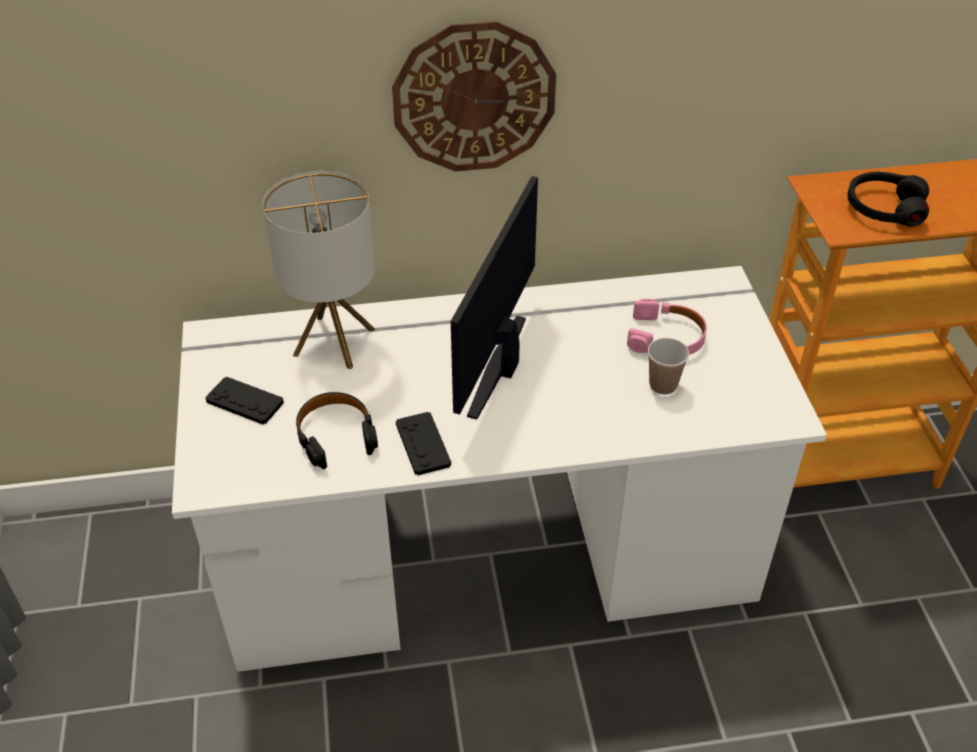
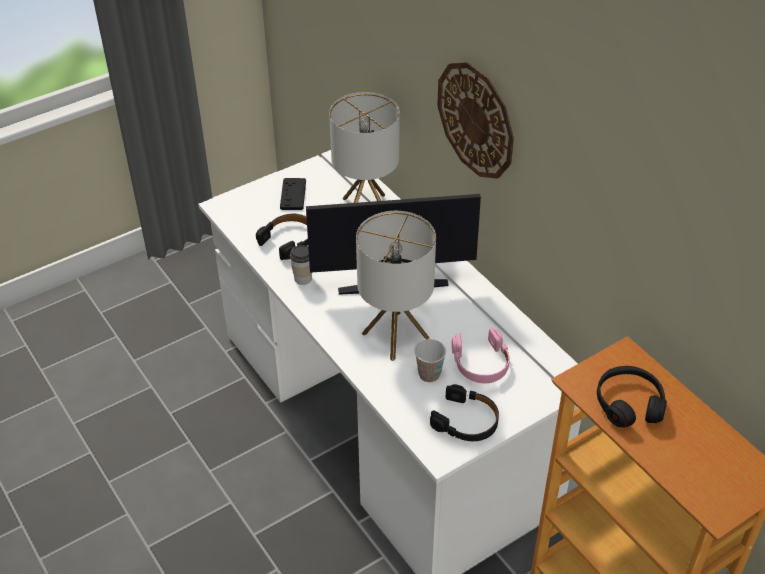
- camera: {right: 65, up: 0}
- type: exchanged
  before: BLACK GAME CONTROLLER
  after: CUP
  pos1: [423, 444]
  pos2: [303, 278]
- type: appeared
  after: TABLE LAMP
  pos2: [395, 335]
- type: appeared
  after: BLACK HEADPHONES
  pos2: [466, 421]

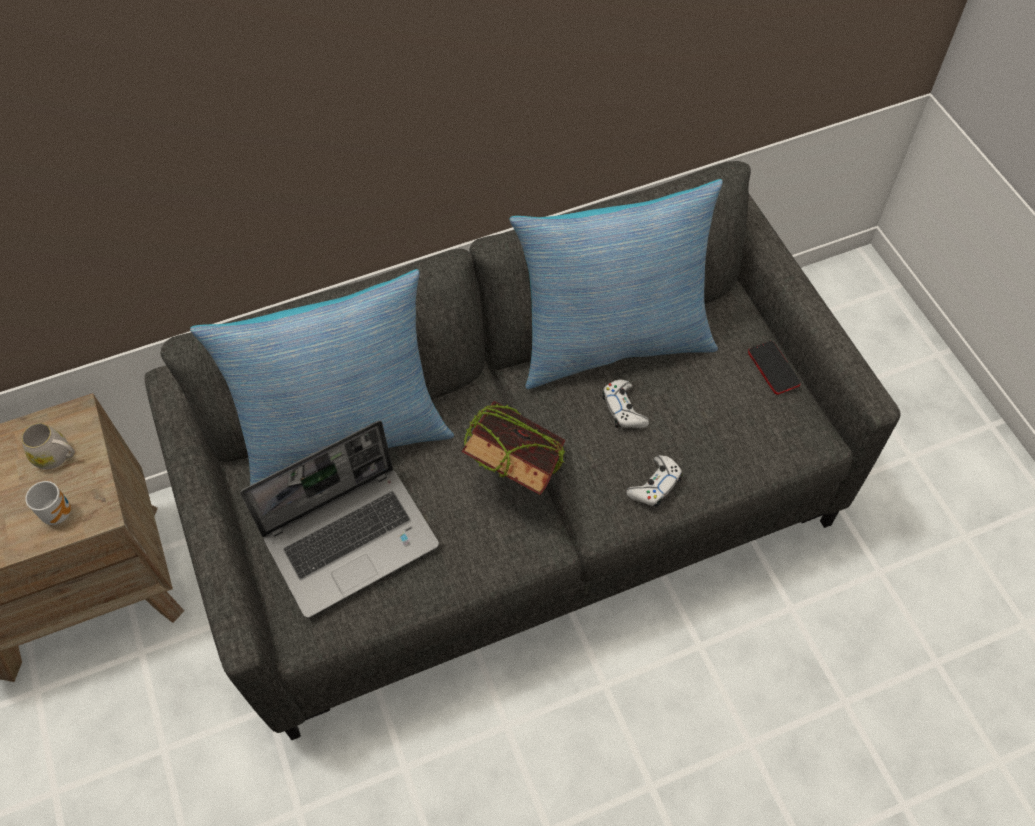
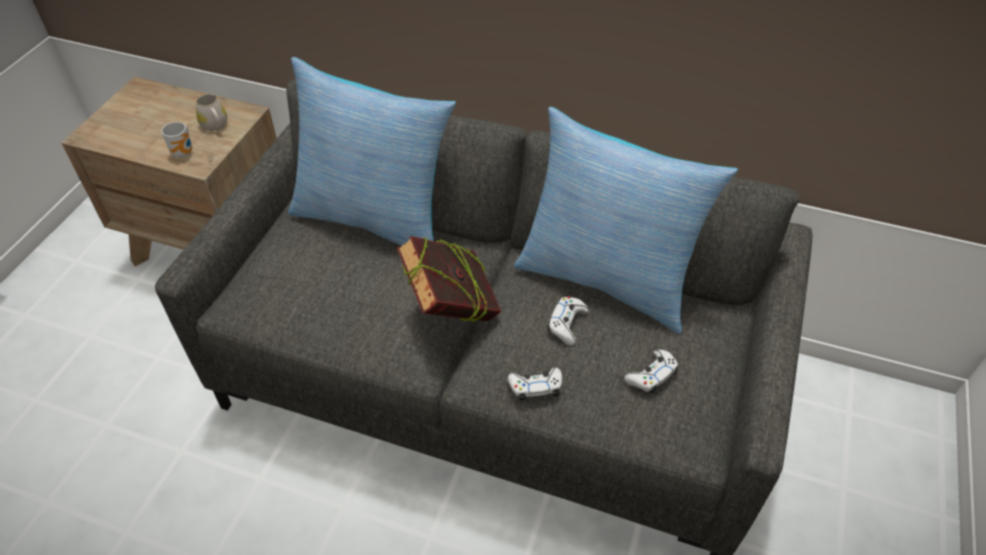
- camera: {right: 40, up: -10}
- type: missing
  before: LAPTOP
  pos1: [352, 539]
- type: missing
  before: PHONE
  pos1: [773, 368]
- type: appeared
  after: WHITE GAME CONTROLLER
  pos2: [651, 375]

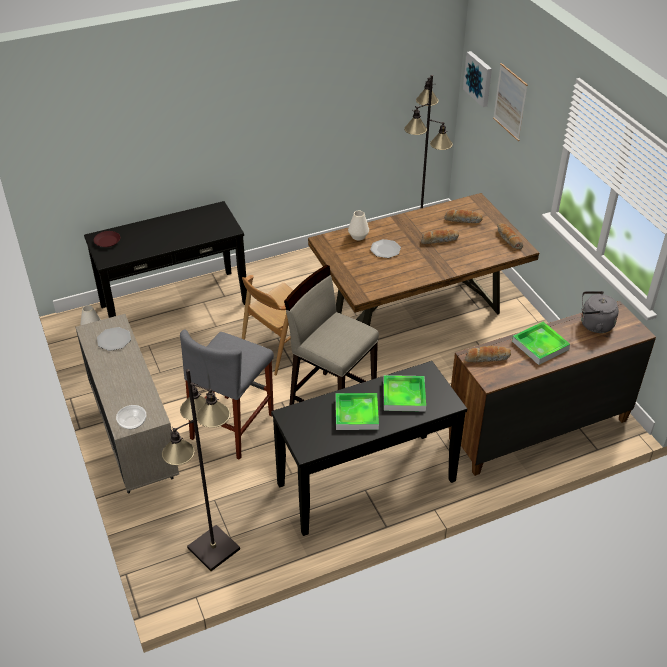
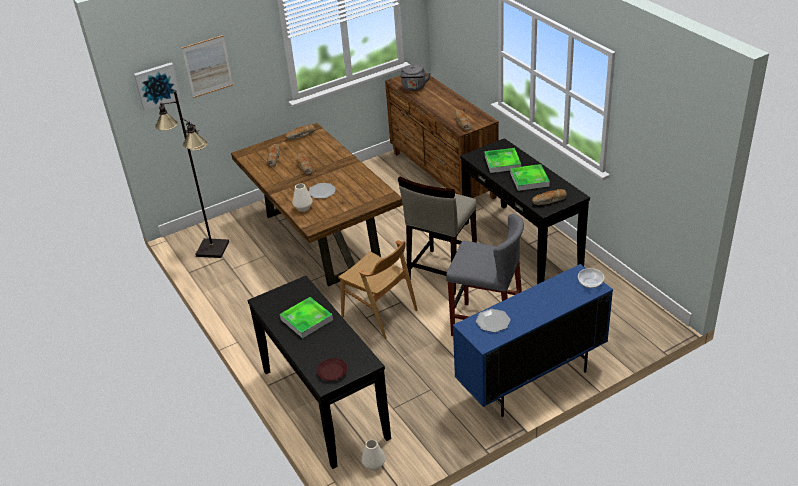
- camera: {right: -95, up: -5}
- type: colour
  before: BEIGE CABINET
  after: BLUE CABINET
  pos1: [136, 446]
  pos2: [531, 381]
- type: missing
  before: BLACK FLOOR LAMP
  pos1: [213, 549]
- type: relocated
  before: TRAY
  pos1: [540, 345]
  pos2: [306, 319]
- type: appeared
  after: BREAD
  pos2: [549, 201]

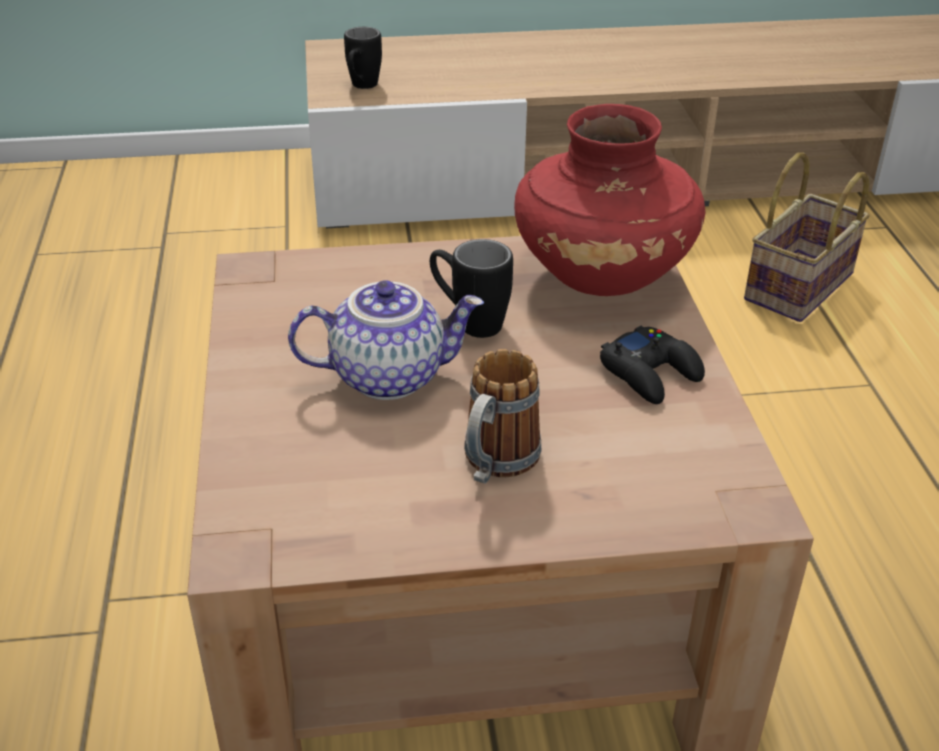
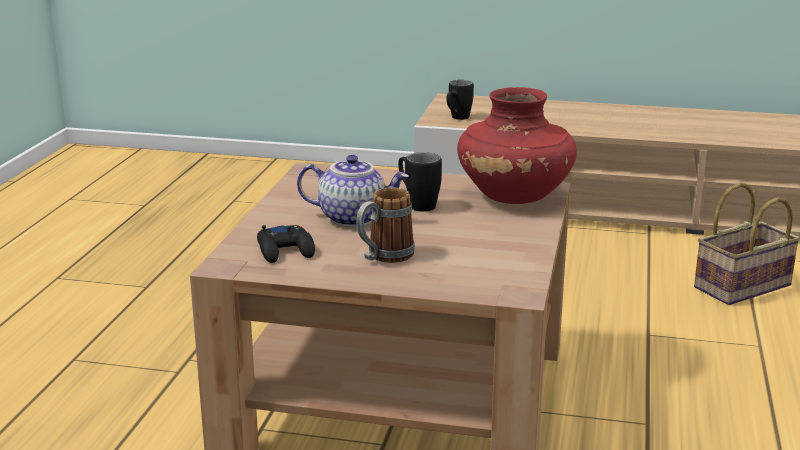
- camera: {right: 20, up: -15}
- type: relocated
  before: BLACK GAME CONTROLLER
  pos1: [651, 373]
  pos2: [286, 251]

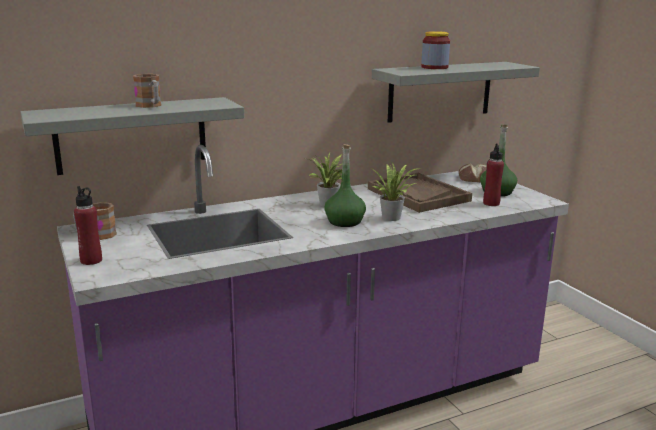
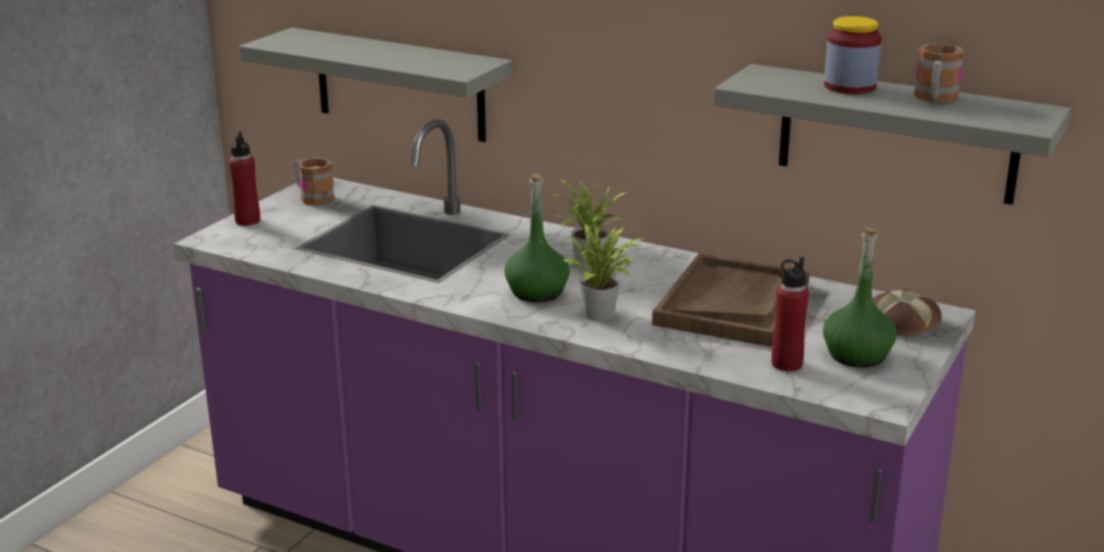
- camera: {right: 55, up: 5}
- type: relocated
  before: MUG
  pos1: [150, 106]
  pos2: [935, 99]

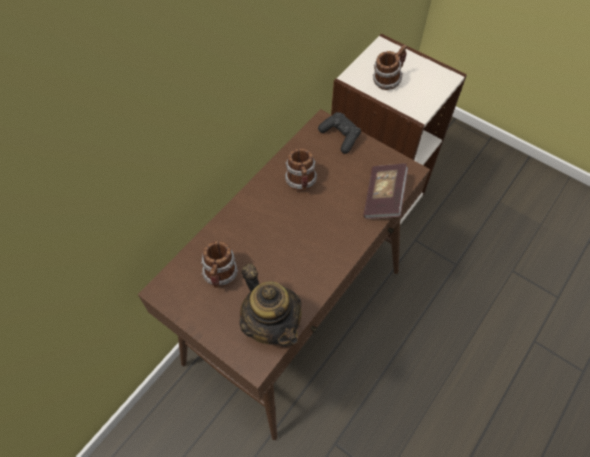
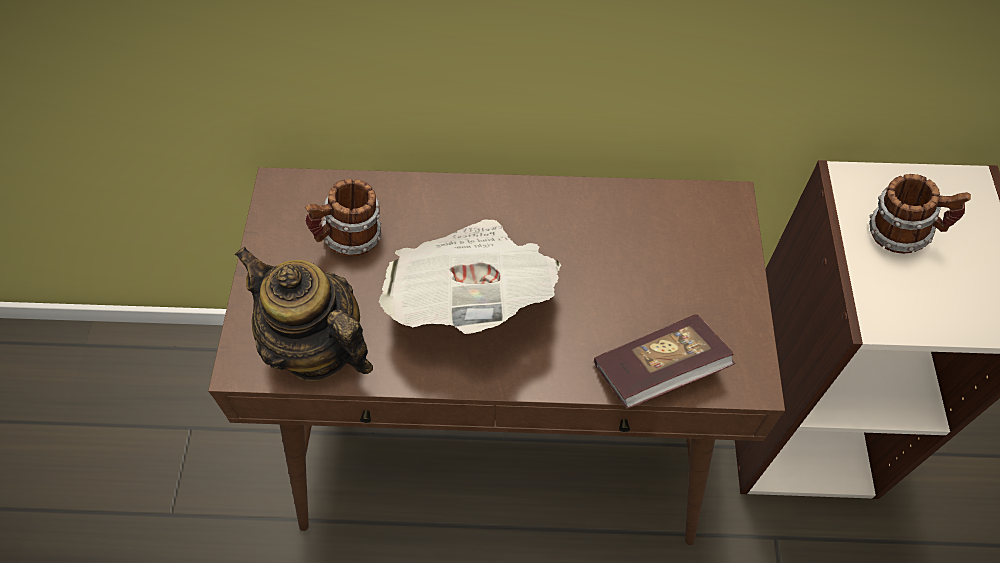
- camera: {right: 55, up: 0}
- type: spun
  before: TEAPOT
  pos1: [272, 324]
  pos2: [317, 348]
  turn: 105
- type: missing
  before: MUG
  pos1: [301, 182]
- type: missing
  before: BLACK GAME CONTROLLER
  pos1: [340, 137]
- type: appeared
  after: NEWSPAPER
  pos2: [471, 296]

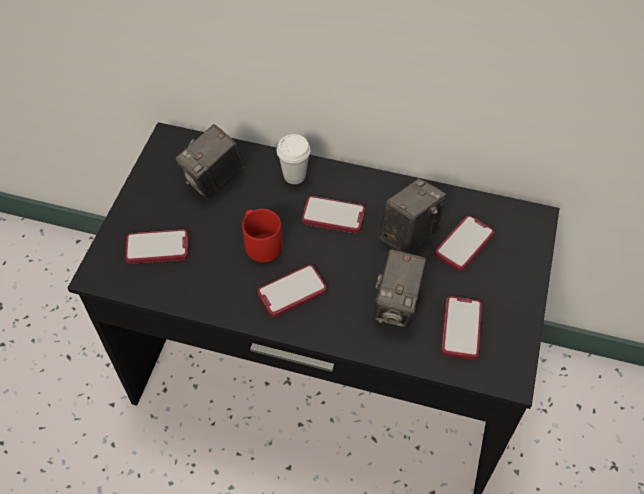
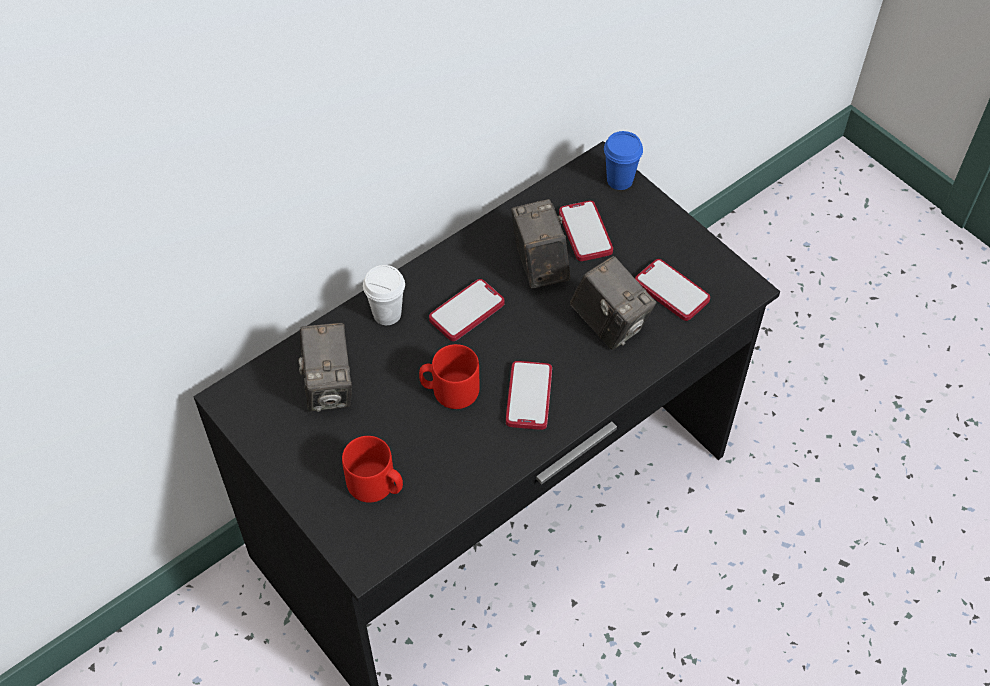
- camera: {right: -55, up: 0}
- type: exchanged
  before: PHONE
  after: RED MUG
  pos1: [157, 248]
  pos2: [376, 485]
- type: appeared
  after: BLUE CUP
  pos2: [619, 180]

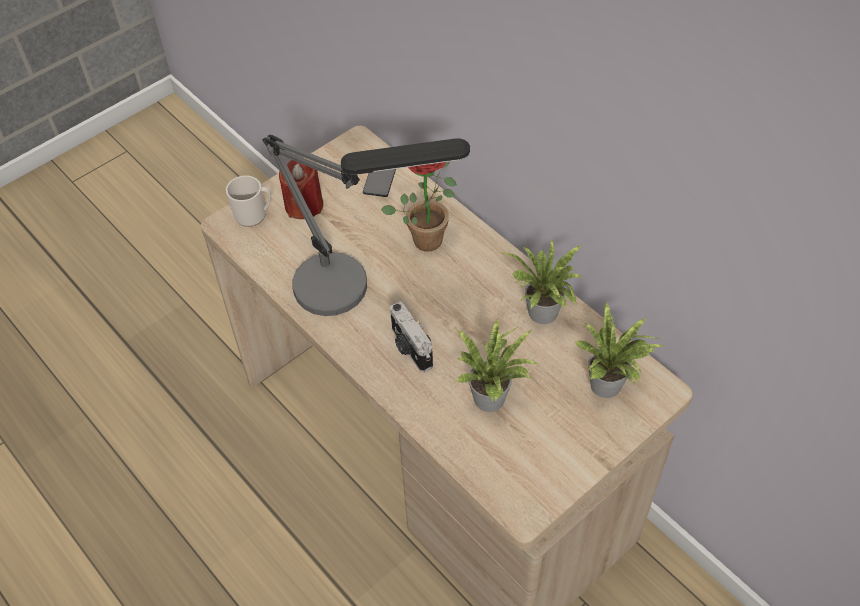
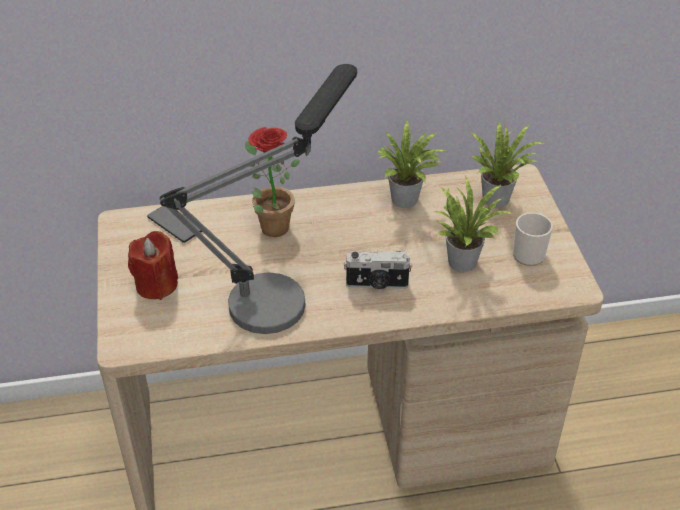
- camera: {right: -60, up: -10}
- type: relocated
  before: MUG
  pos1: [254, 215]
  pos2: [530, 252]

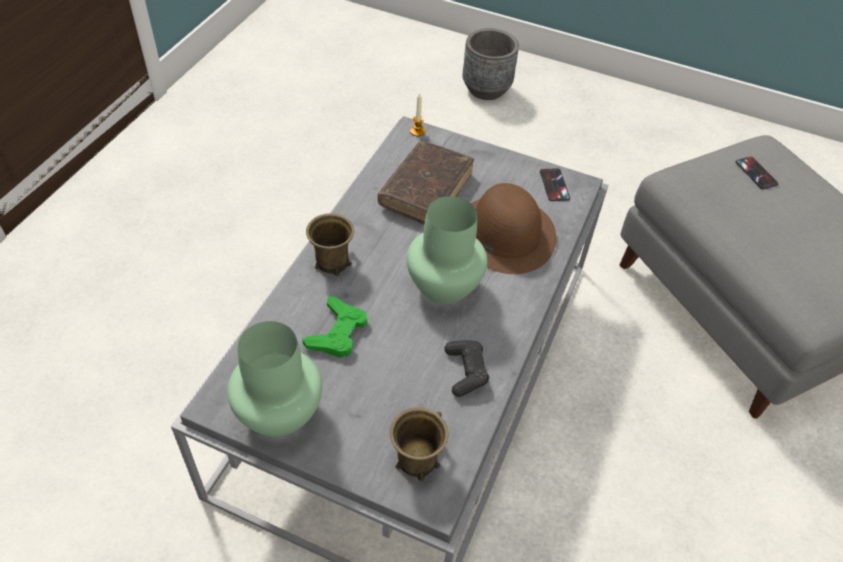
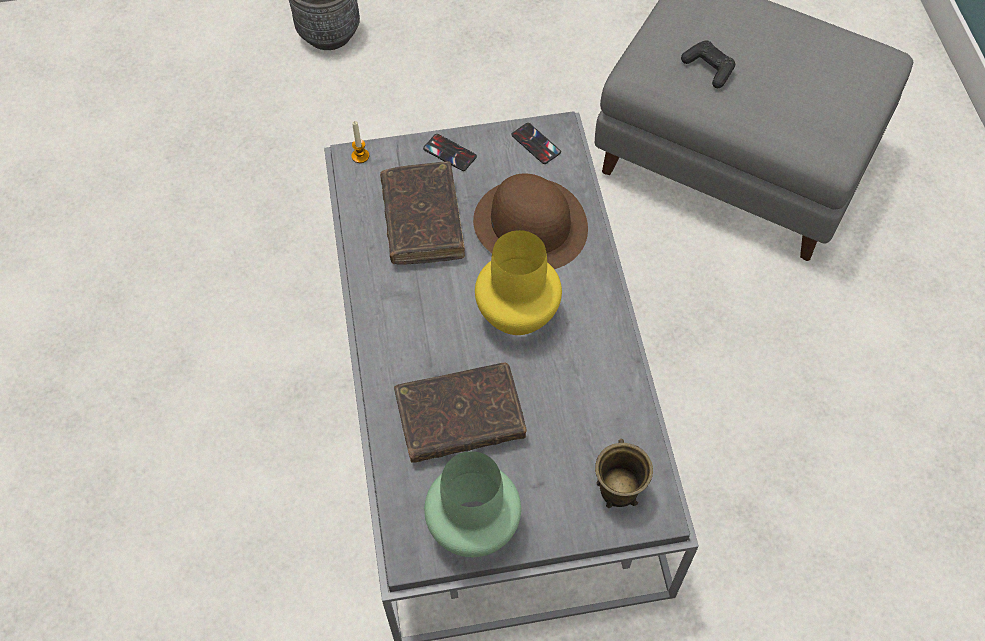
- camera: {right: -30, up: 10}
- type: exchanged
  before: GREEN GAME CONTROLLER
  after: BROWN BOOK
  pos1: [337, 332]
  pos2: [460, 419]
- type: missing
  before: BROWN MUG
  pos1: [331, 262]
- type: colour
  before: GREEN VASE
  after: YELLOW VASE
  pos1: [444, 286]
  pos2: [517, 313]
- type: relocated
  before: BLACK GAME CONTROLLER
  pos1: [466, 371]
  pos2: [708, 68]
- type: relocated
  before: PHONE
  pos1: [756, 173]
  pos2: [450, 152]

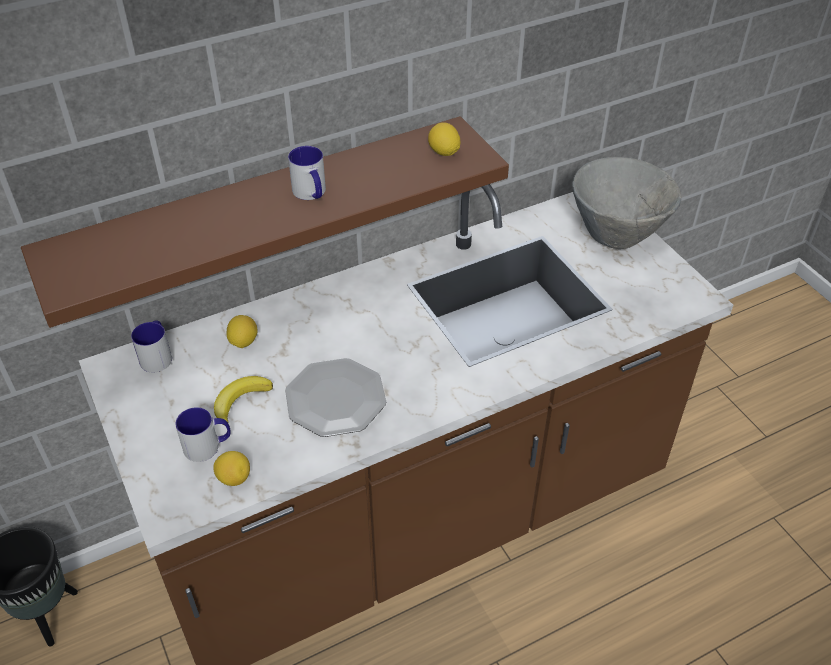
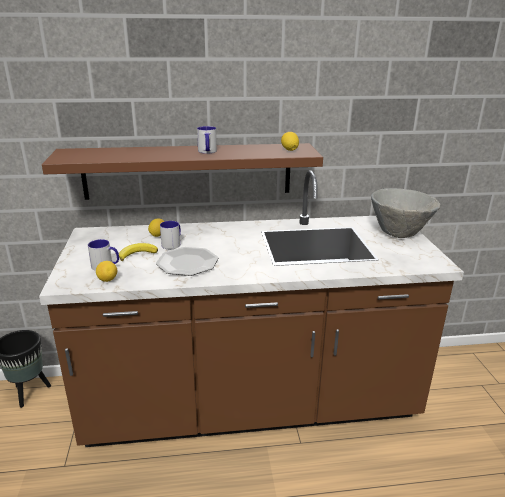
- camera: {right: 20, up: -20}
- type: relocated
  before: MUG
  pos1: [157, 355]
  pos2: [173, 243]

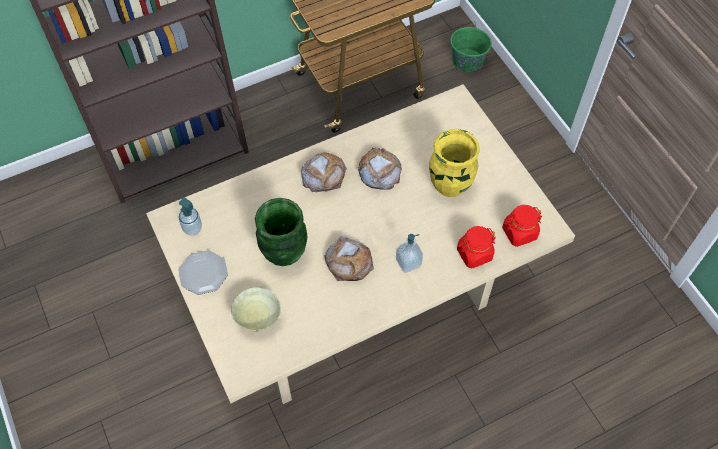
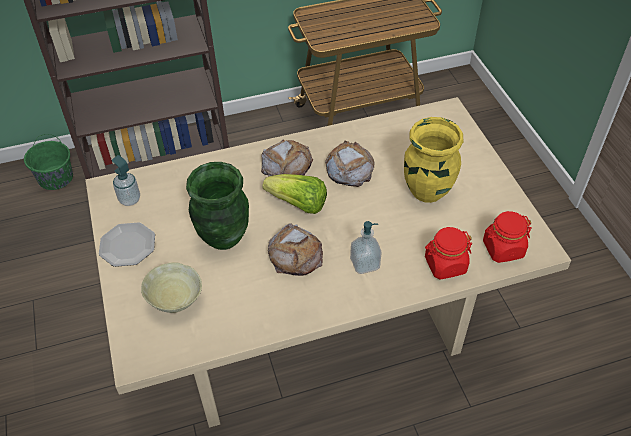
- camera: {right: 10, up: -10}
- type: relocated
  before: GREEN BUCKET
  pos1: [467, 61]
  pos2: [55, 178]
- type: appeared
  after: LETTUCE
  pos2: [298, 204]

